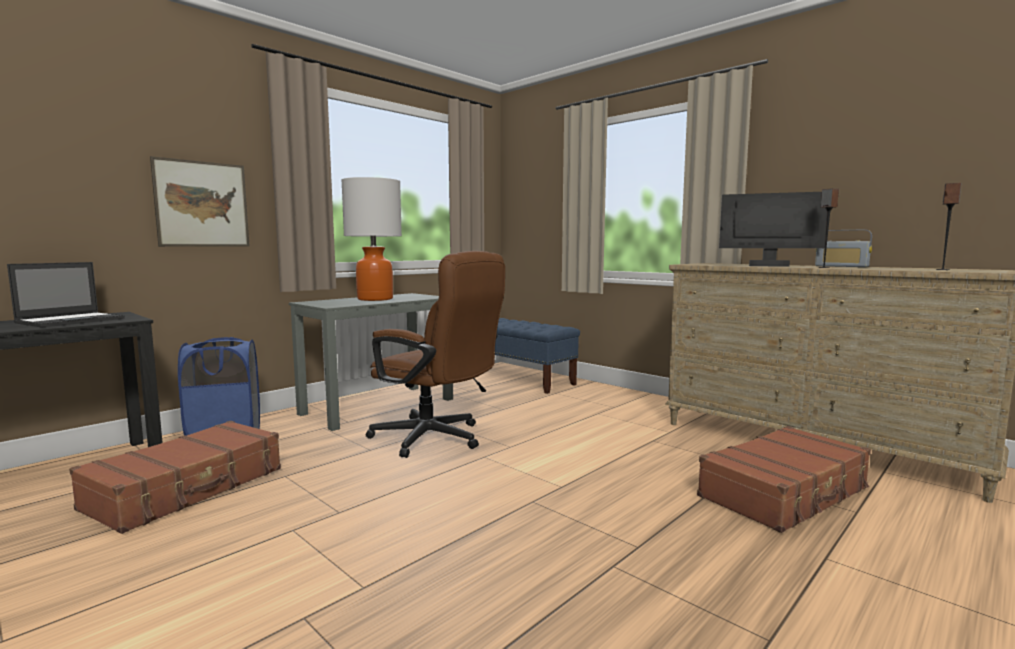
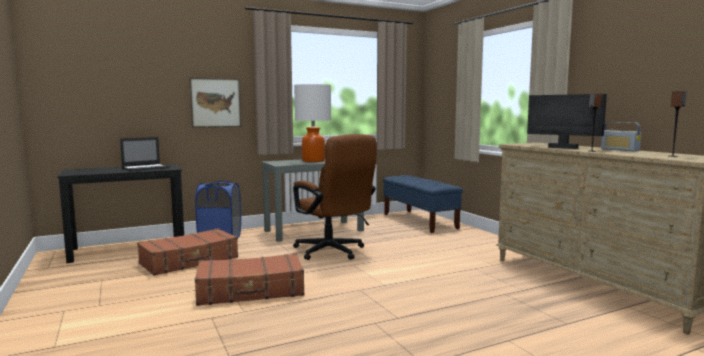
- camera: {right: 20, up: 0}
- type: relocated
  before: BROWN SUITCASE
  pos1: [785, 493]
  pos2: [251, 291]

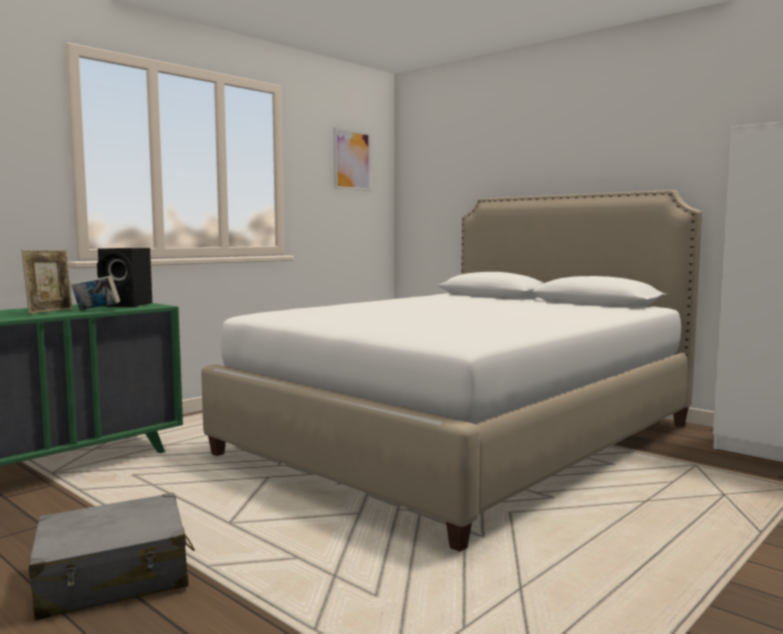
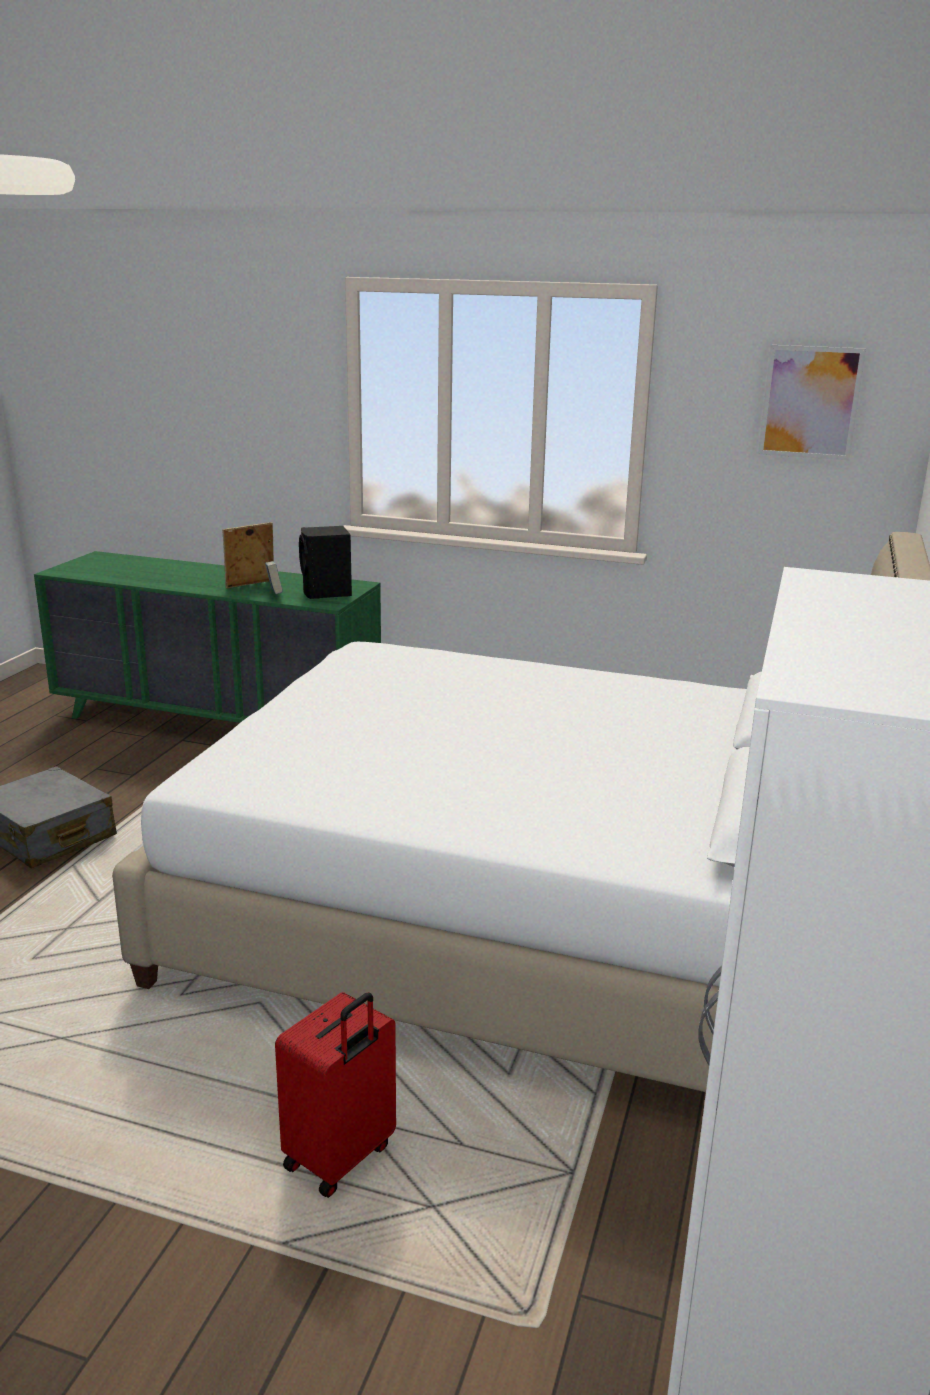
- camera: {right: 65, up: 15}
- type: spun
  before: PICTURE FRAME
  pos1: [50, 311]
  pos2: [250, 585]
  turn: 150
- type: appeared
  after: RED SUITCASE
  pos2: [341, 1158]

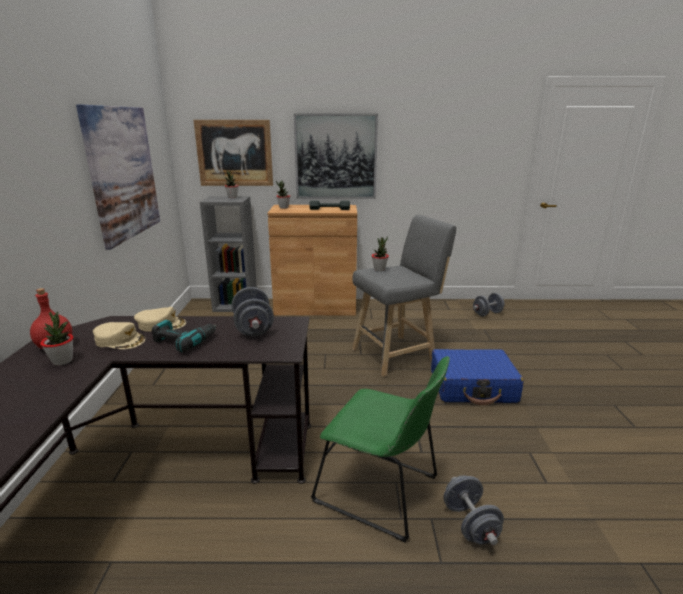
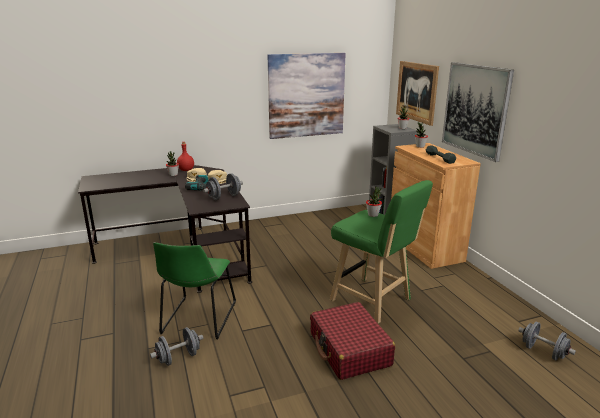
- camera: {right: 70, up: 0}
- type: colour
  before: GREY STOOL
  after: GREEN STOOL
  pos1: [397, 355]
  pos2: [374, 301]
- type: colour
  before: BLUE SUITCASE
  after: RED SUITCASE
  pos1: [473, 386]
  pos2: [349, 349]

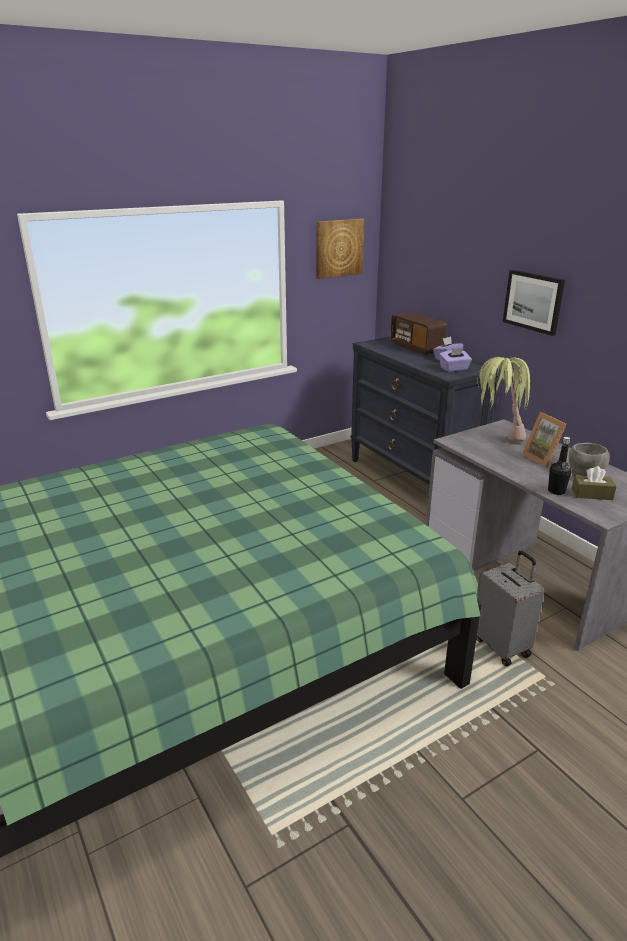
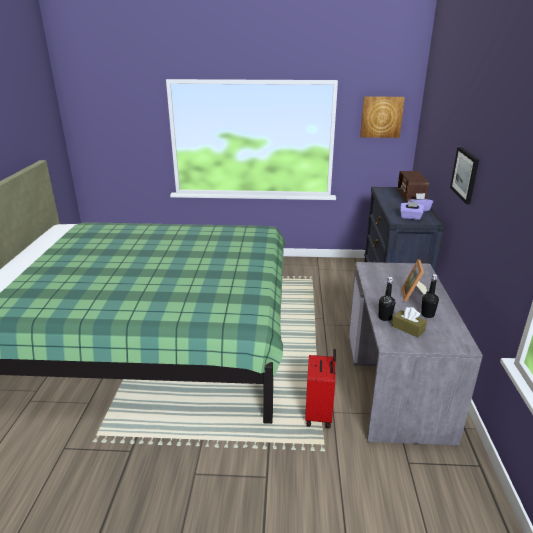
- camera: {right: 35, up: 0}
- type: colour
  before: GREY SUITCASE
  after: RED SUITCASE
  pos1: [502, 646]
  pos2: [319, 414]
- type: missing
  before: POTTED PLANT
  pos1: [497, 436]
- type: exchanged
  before: GREY BOWL
  after: BLACK BOTTLE
  pos1: [584, 473]
  pos2: [427, 314]

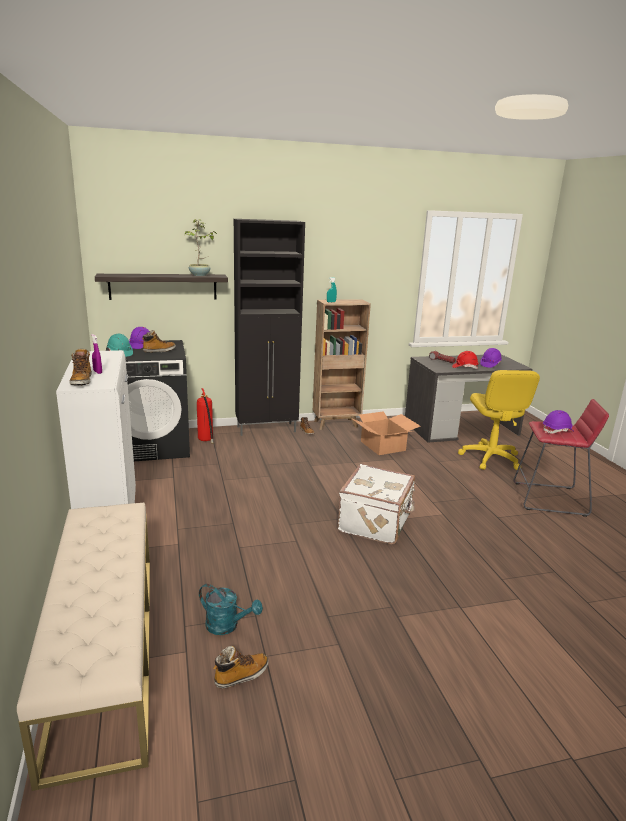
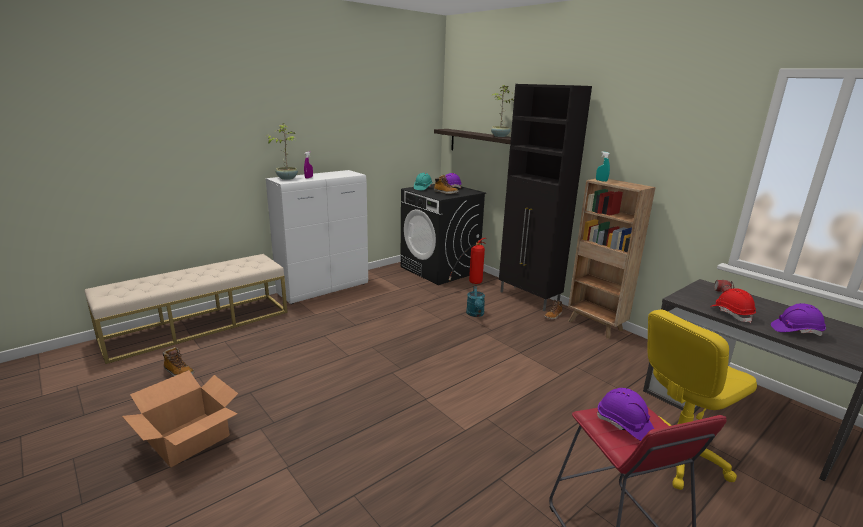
- camera: {right: 65, up: 0}
- type: exchanged
  before: BOOT
  after: POTTED PLANT
  pos1: [82, 381]
  pos2: [287, 178]
- type: relocated
  before: TURQUOISE WATERING CAN
  pos1: [227, 626]
  pos2: [475, 314]
- type: missing
  before: WHITE SUITCASE
  pos1: [376, 523]
- type: relocated
  before: CARDBOARD BOX
  pos1: [383, 446]
  pos2: [189, 439]

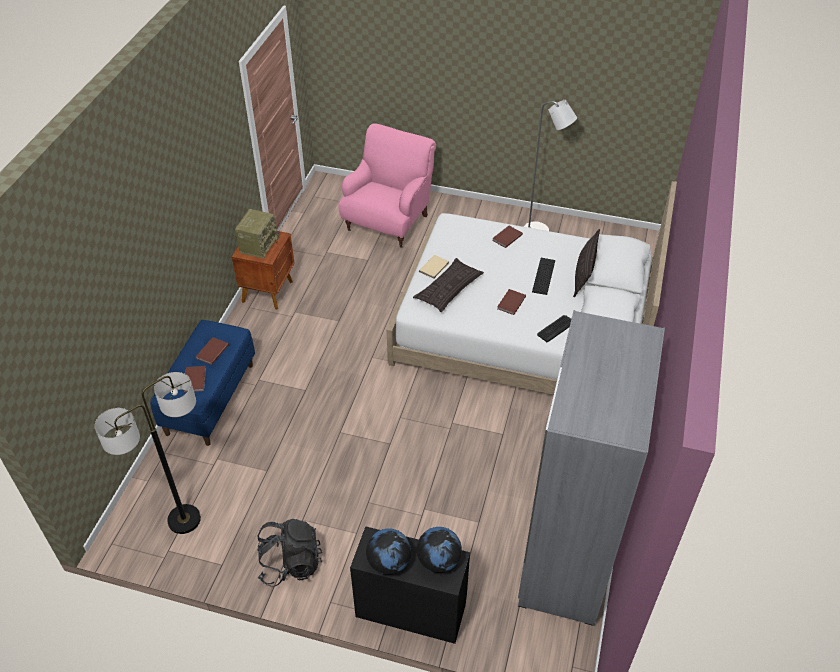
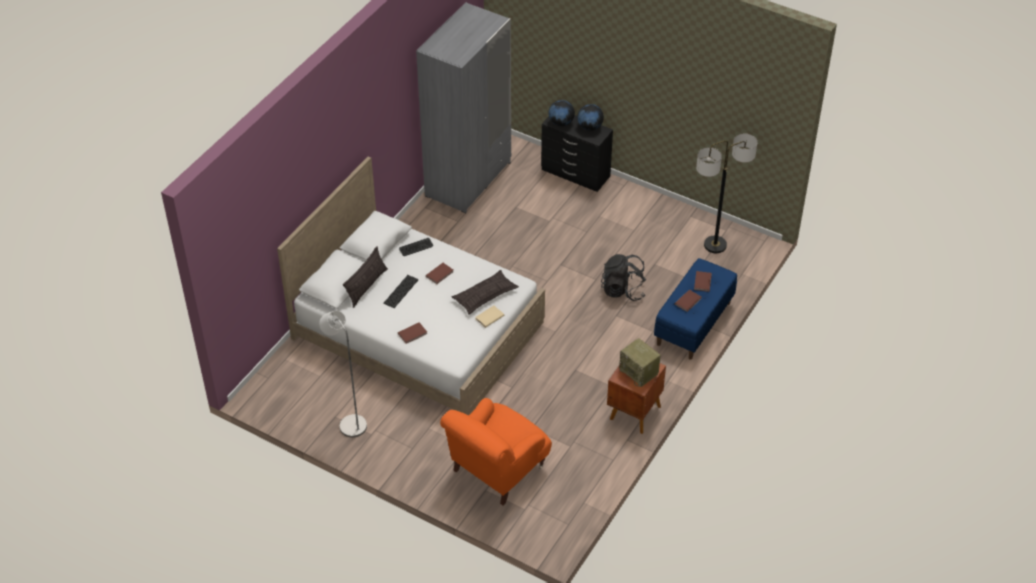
- camera: {right: -165, up: 0}
- type: spun
  before: RADIO
  pos1: [258, 245]
  pos2: [639, 372]
  turn: -75
- type: relocated
  before: BLACK BACKPACK
  pos1: [290, 563]
  pos2: [623, 290]
- type: colour
  before: PINK ARMCHAIR
  after: ORANGE ARMCHAIR
  pos1: [388, 222]
  pos2: [497, 470]

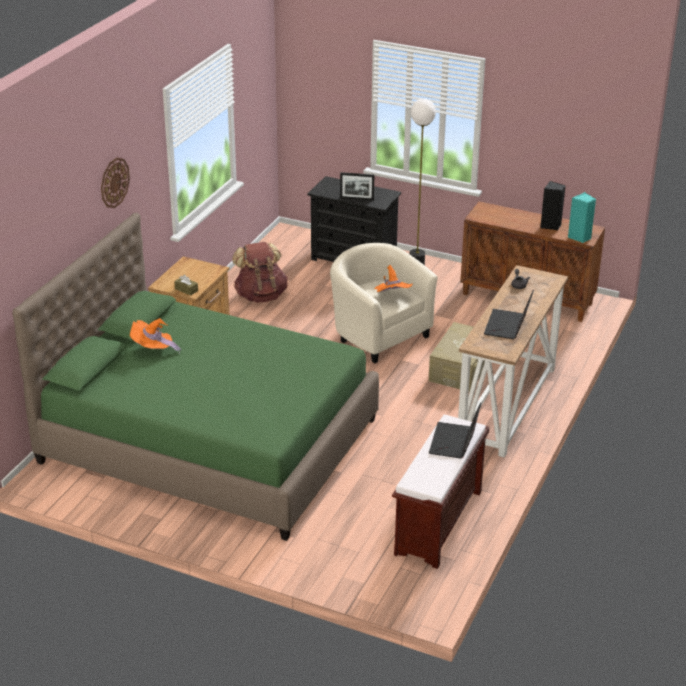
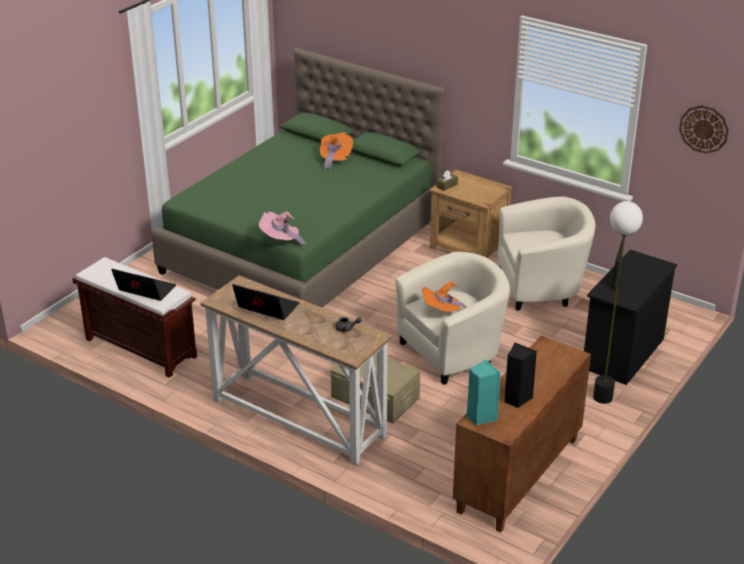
- camera: {right: 100, up: 0}
- type: relocated
  before: WALL CLOCK
  pos1: [114, 182]
  pos2: [704, 129]
- type: exchanged
  before: BROWN BACKPACK
  after: BEIGE ARMCHAIR
  pos1: [260, 295]
  pos2: [542, 287]
- type: appeared
  after: PINK HAT
  pos2: [280, 241]

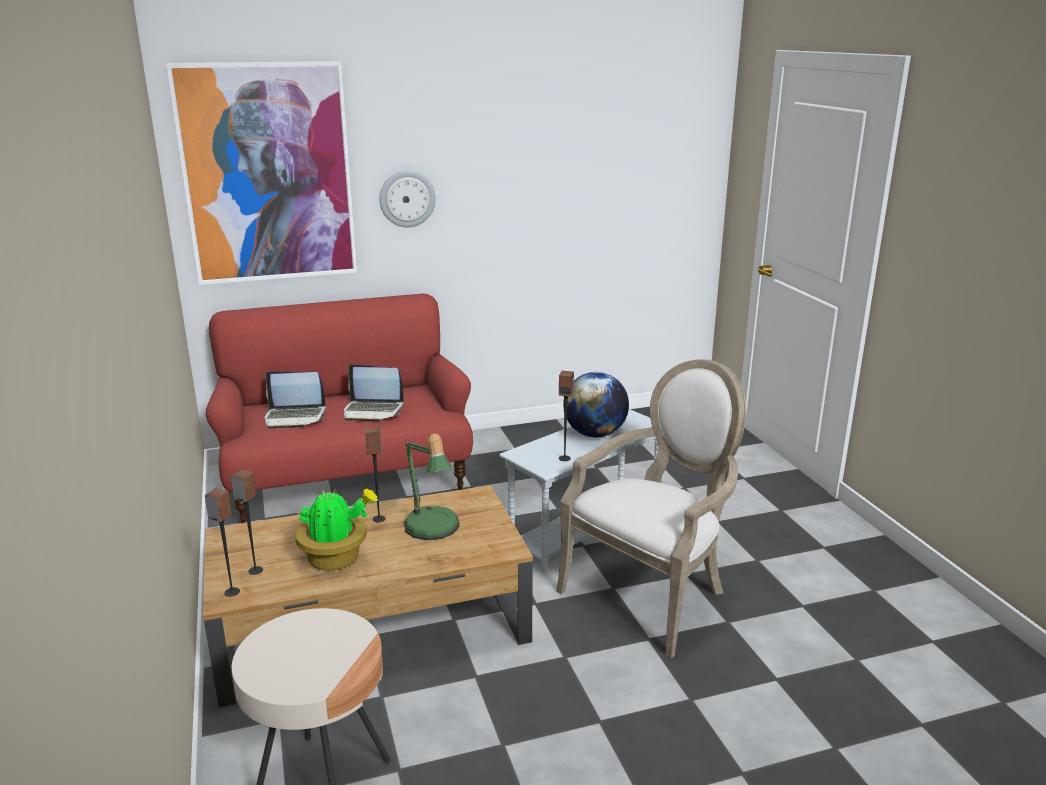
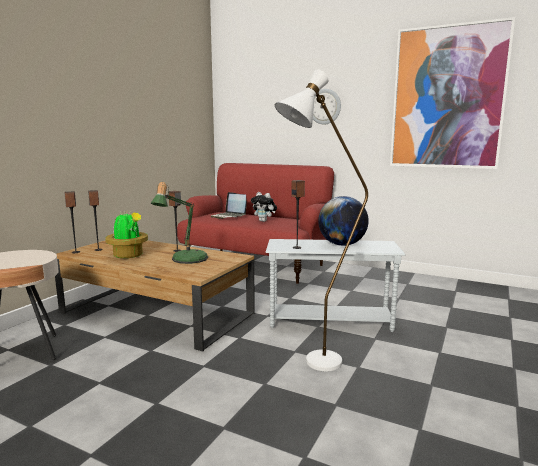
- camera: {right: 45, up: -10}
- type: relocated
  before: PICTURE
  pos1: [268, 174]
  pos2: [447, 98]
- type: exchanged
  before: LAPTOP
  after: PLUSH TOY
  pos1: [373, 411]
  pos2: [264, 221]
- type: exchanged
  before: ARMCHAIR
  after: WHITE FLOOR LAMP
  pos1: [653, 594]
  pos2: [312, 365]

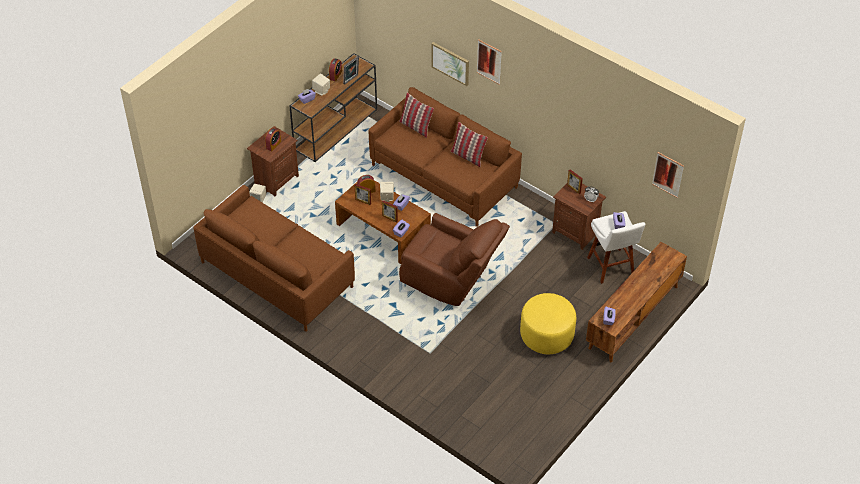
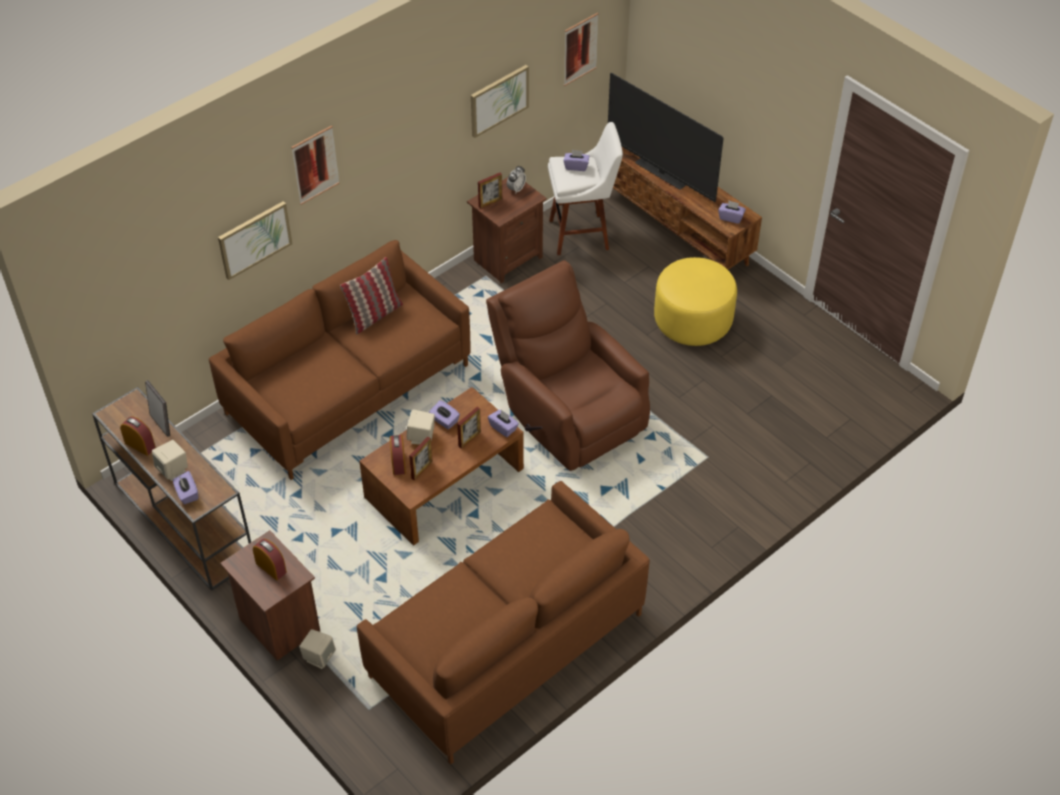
- camera: {right: -80, up: 0}
- type: missing
  before: PILLOW
  pos1: [415, 127]
- type: spun
  before: BROWN ARMCHAIR
  pos1: [451, 280]
  pos2: [568, 411]
  turn: -75
- type: appeared
  after: PICTURE
  pos2: [498, 100]
- type: appeared
  after: TELEVISION
  pos2: [660, 173]

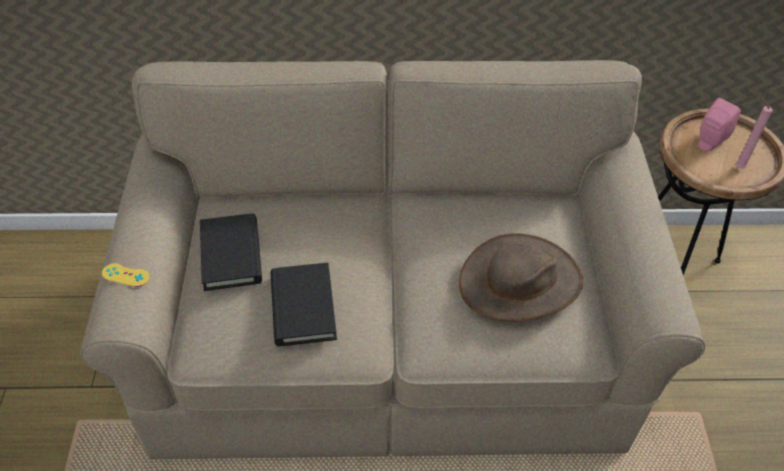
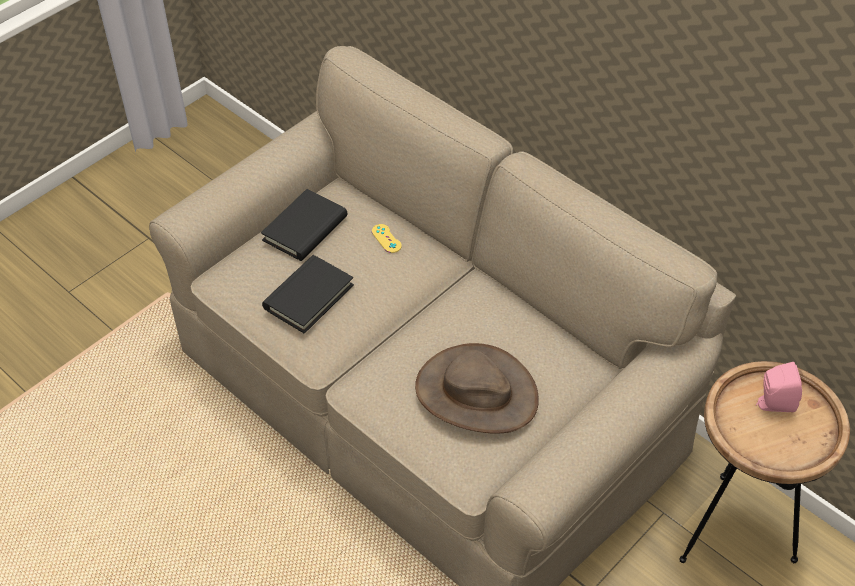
- camera: {right: 45, up: 0}
- type: relocated
  before: YELLOW GAME CONTROLLER
  pos1: [125, 275]
  pos2: [386, 238]
- type: missing
  before: PINK CANDLE
  pos1: [737, 167]

